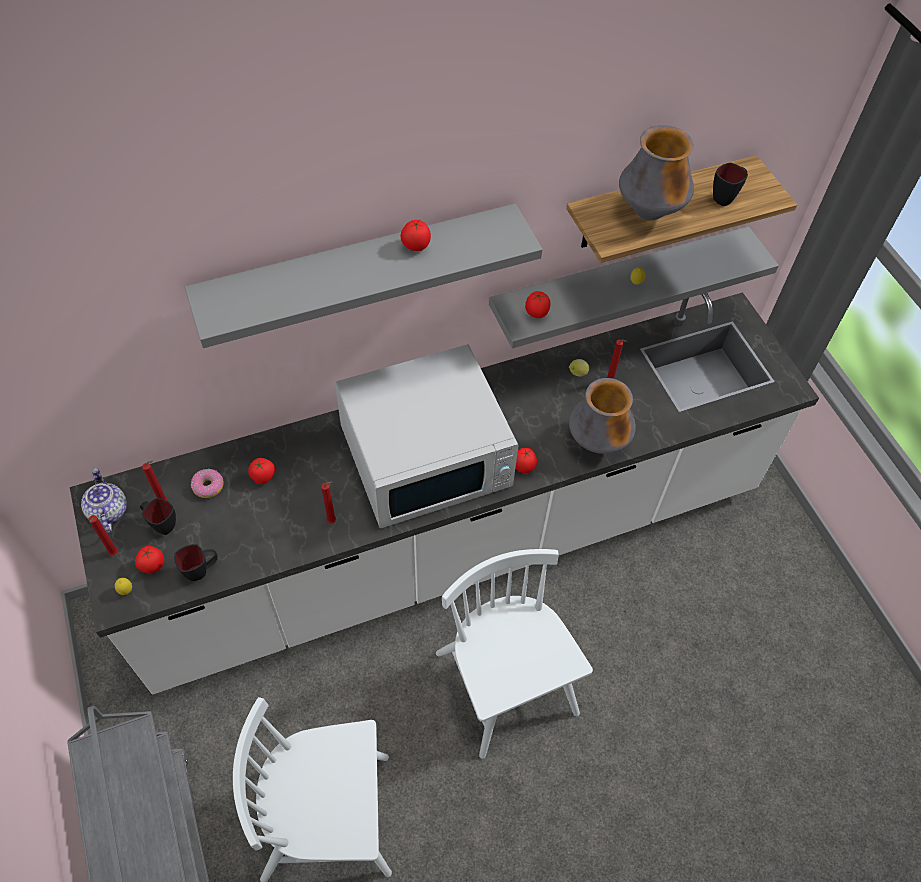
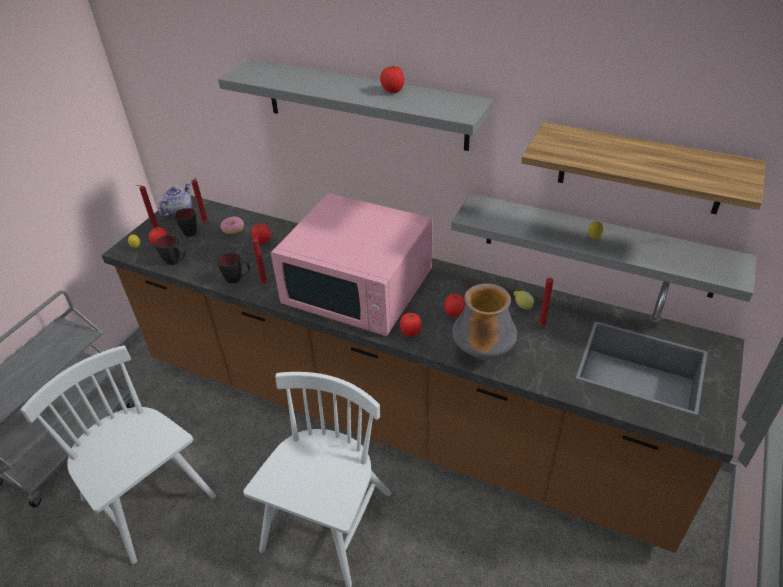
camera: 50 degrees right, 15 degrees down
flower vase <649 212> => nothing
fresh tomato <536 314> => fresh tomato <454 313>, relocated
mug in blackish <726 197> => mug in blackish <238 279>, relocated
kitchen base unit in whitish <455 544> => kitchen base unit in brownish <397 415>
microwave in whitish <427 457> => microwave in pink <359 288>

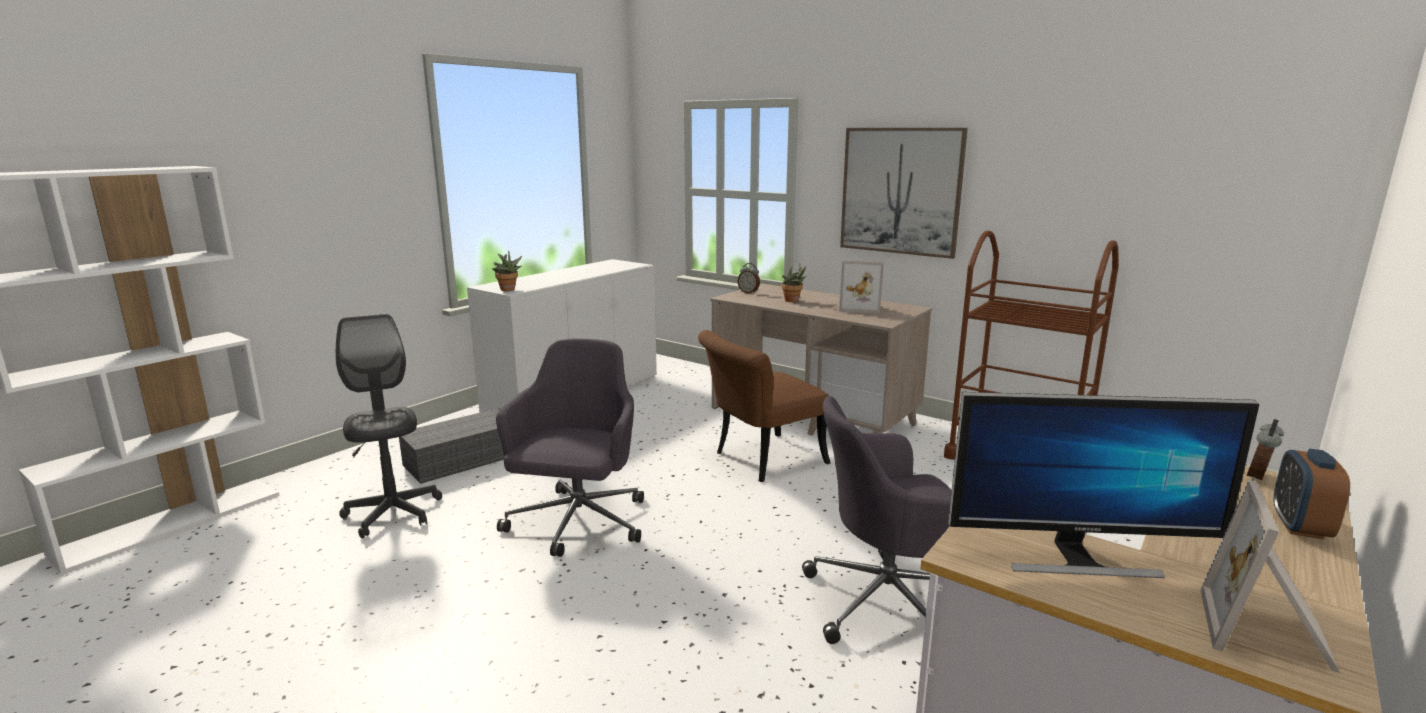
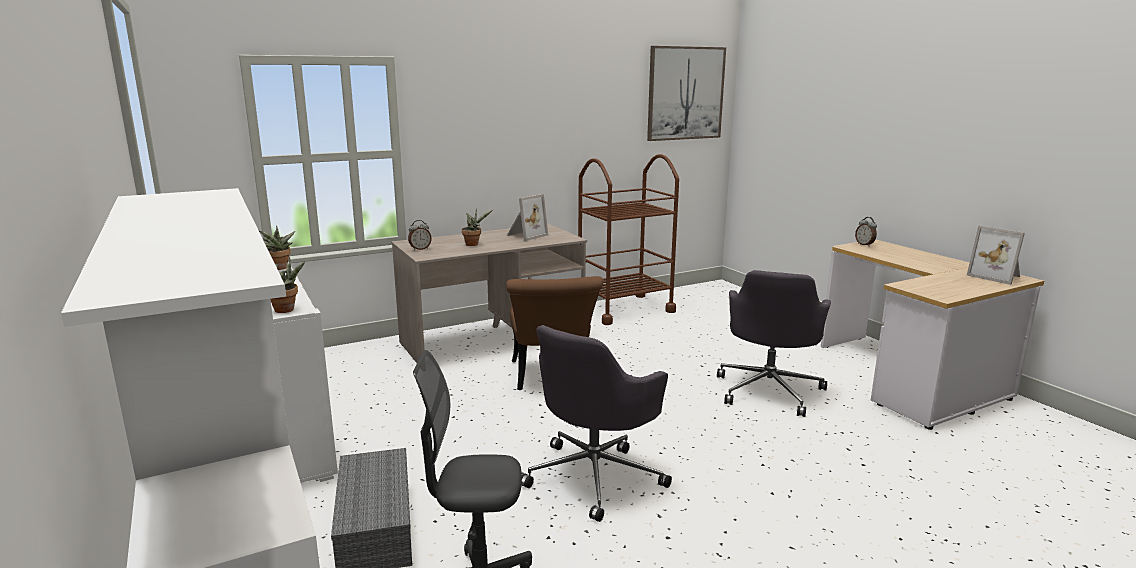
camera: 65 degrees left, 0 degrees up
computer screen <1078 559> => nothing
table clock <1300 526> => nothing
nothing => potted plant <279 268>
picture <900 191> => picture <685 93>, relocated
computer chair in gray <577 524> => computer chair in gray <595 476>, 90 degrees counterclockwise

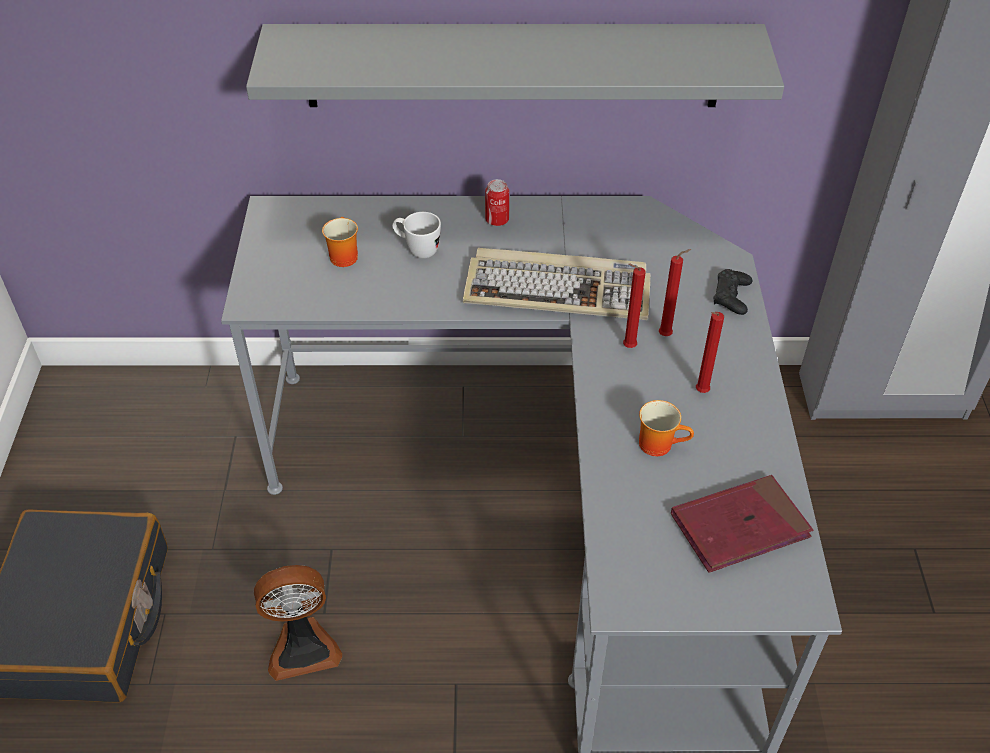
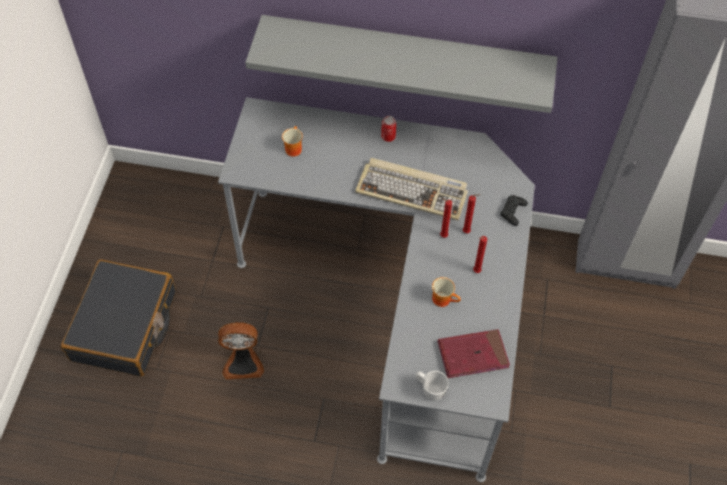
camera: 10 degrees right, 10 degrees up
mug in whitish <417 250> => mug in whitish <429 390>, relocated

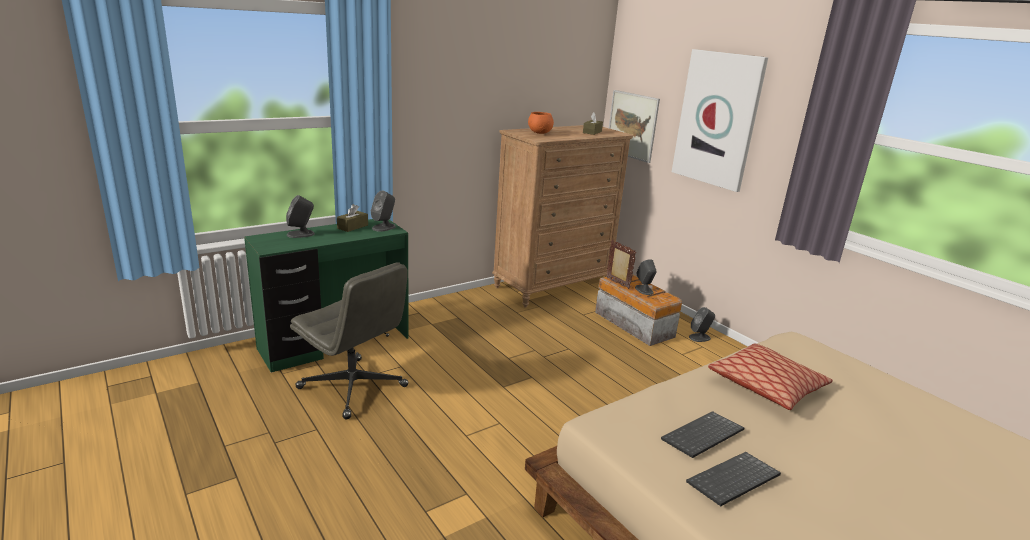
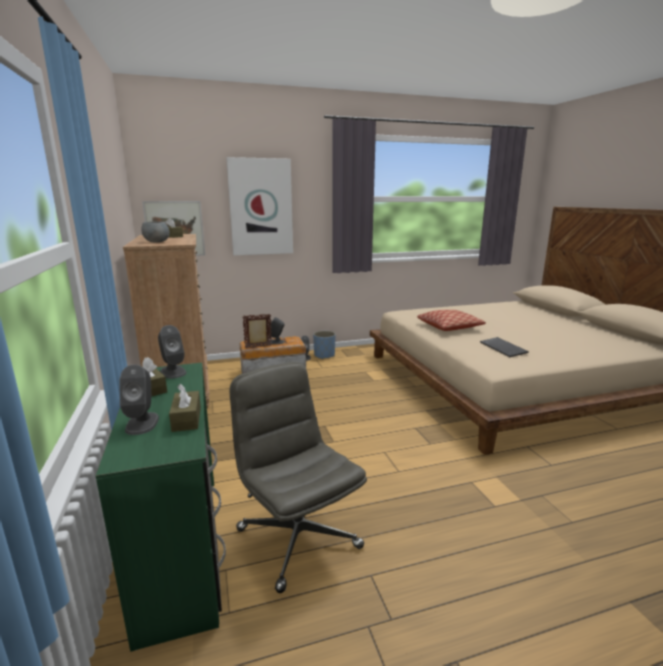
camera: 70 degrees left, 5 degrees down
keyboard <733 481> => nothing
nothing => box of tissues in brownish <186 419>
nothing => plant pot in blue-coloured <324 355>
serving bowl in orangey <540 133> => serving bowl in gray <156 242>
computer chair in gray <354 388> => computer chair in gray <297 537>, 90 degrees counterclockwise

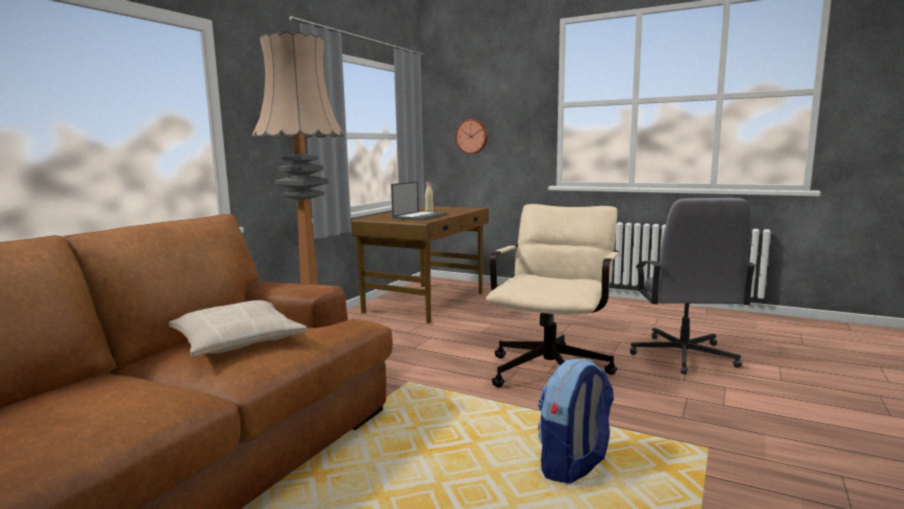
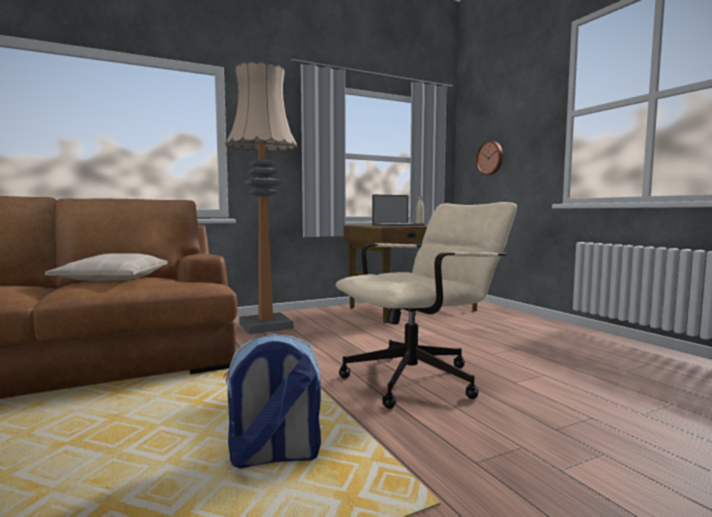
camera: 35 degrees right, 5 degrees down
computer chair in gray <683 356> => nothing

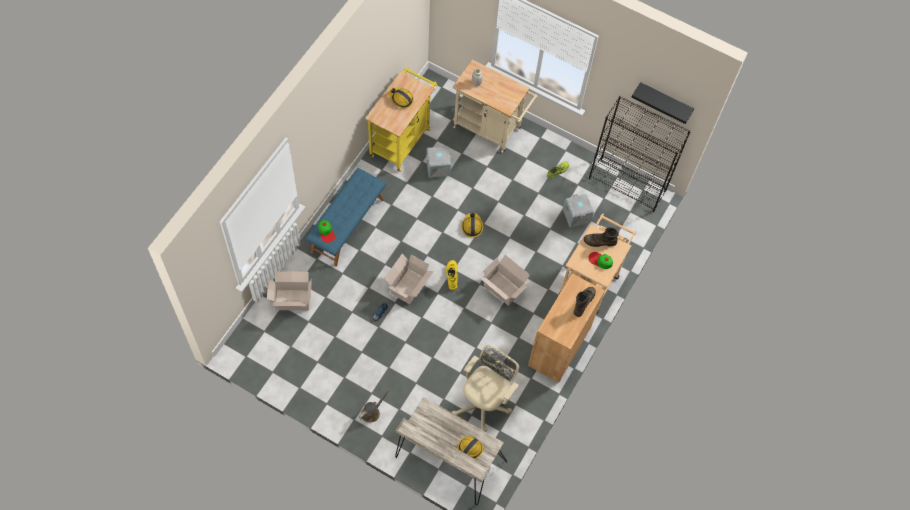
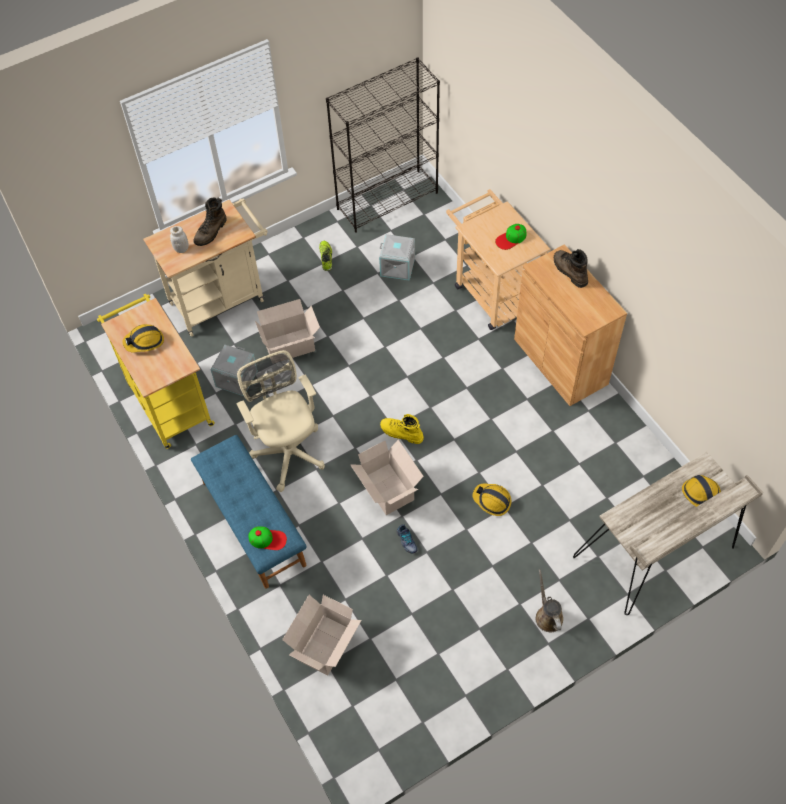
camera: 55 degrees left, 5 degrees down
shelf in blackish <665 101> => nothing
computer chair in beige <484 403> => computer chair in beige <288 450>, relocated
safety helmet <472 226> => safety helmet <492 501>, relocated
cardboard box <503 289> => cardboard box <291 345>, relocated
tall boot in brownish <600 242> => tall boot in brownish <211 232>, relocated

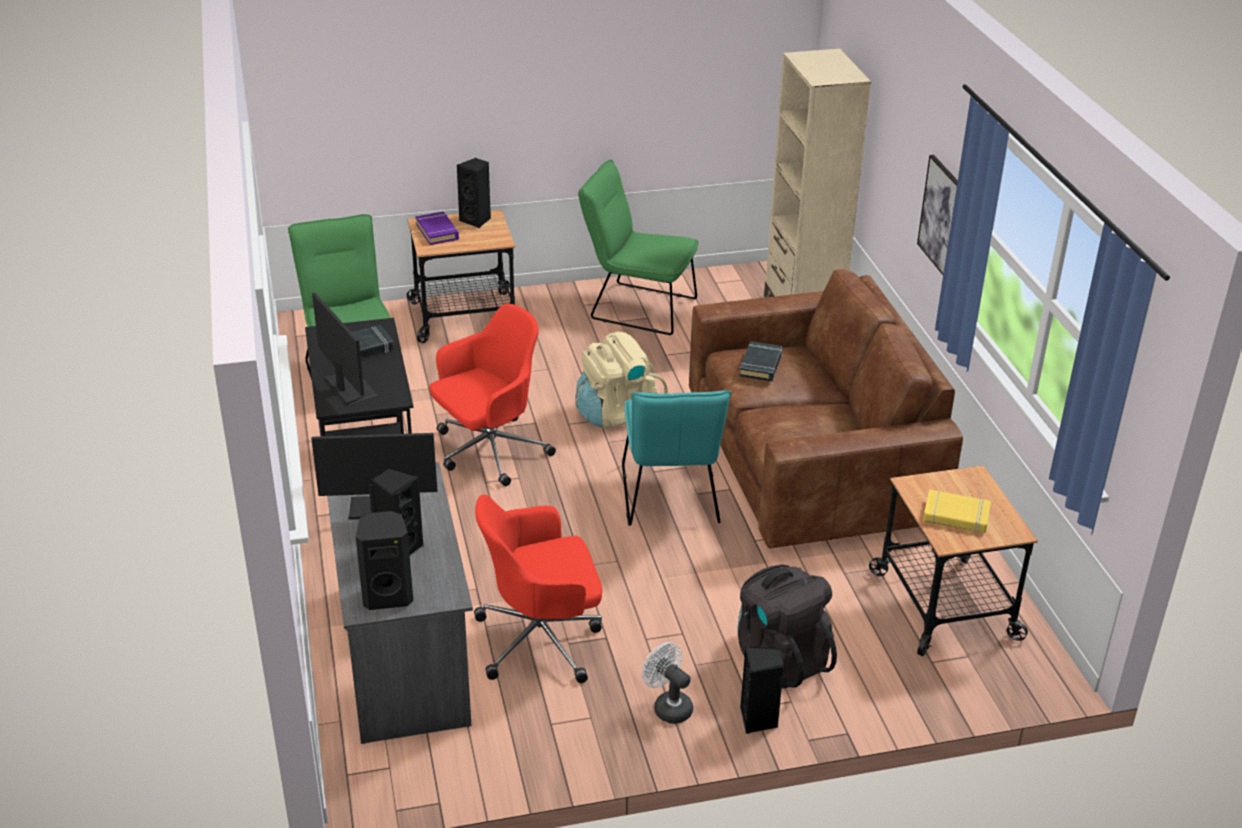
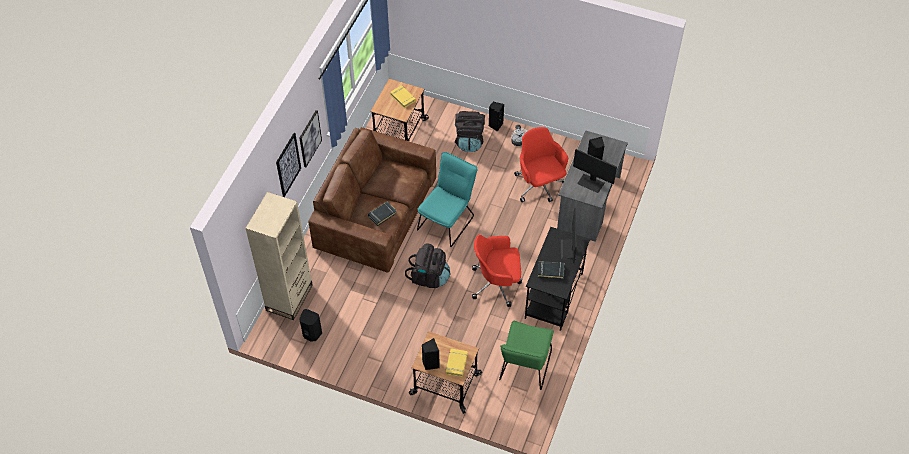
camera: 145 degrees left, 20 degrees up
chair in greenish <636 307> => nothing
nothing => picture <288 165>
speaker in blackish <388 596> => speaker in blackish <311 334>, relocated
bound book in purplish <437 232> => bound book in yellow <456 363>
rucksack in beige <616 413> => rucksack in blackish <429 277>
computer chair in reddish <542 639> => computer chair in reddish <539 185>, 135 degrees counterclockwise

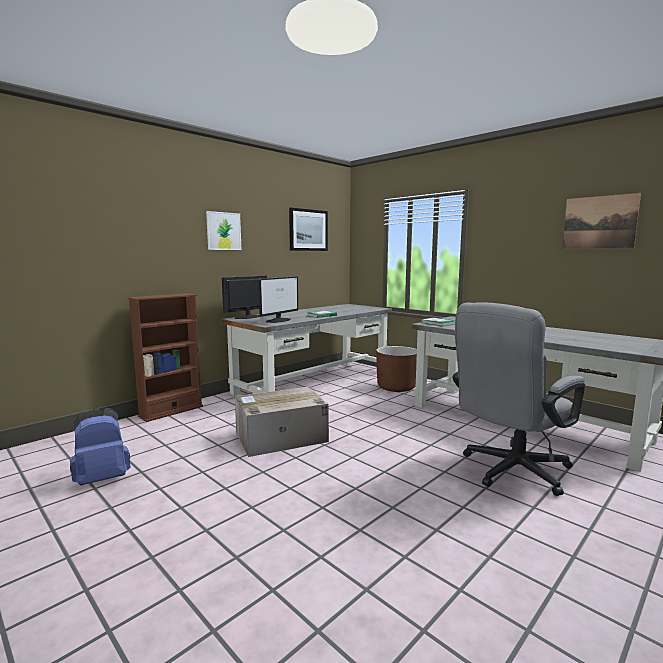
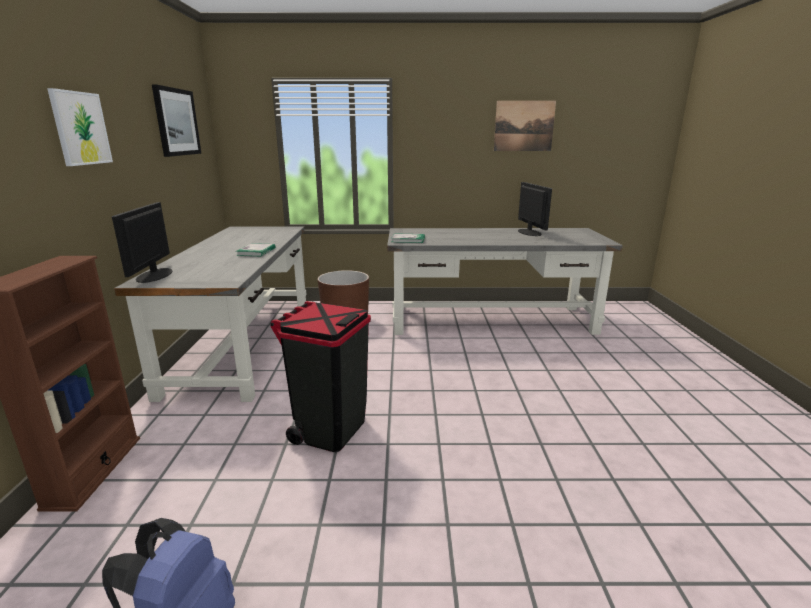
camera: 45 degrees left, 10 degrees up
computer chair in gray <510 472> => nothing
computer screen <279 320> => computer screen <529 232>, relocated
cardboard box <280 437> => waste bin in blackish <330 429>

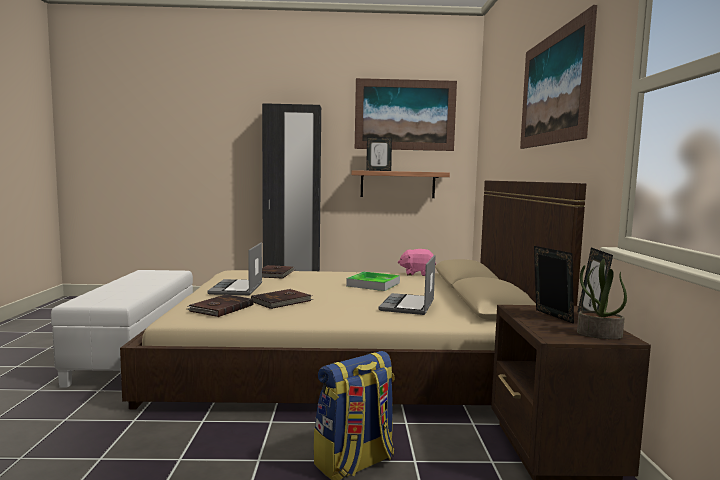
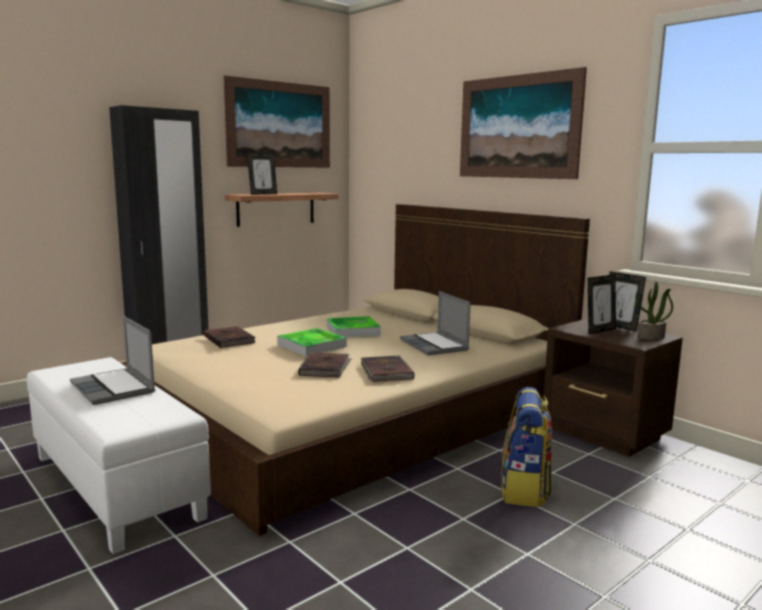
camera: 40 degrees left, 5 degrees up
plush toy in pink <417 273> => nothing
nothing => carrying tray <311 346>
bound book in brownish <221 308> => bound book in brownish <385 372>, relocated
laptop <237 289> => laptop <114 388>, relocated
picture frame <550 317> => picture frame <599 330>, 120 degrees clockwise

